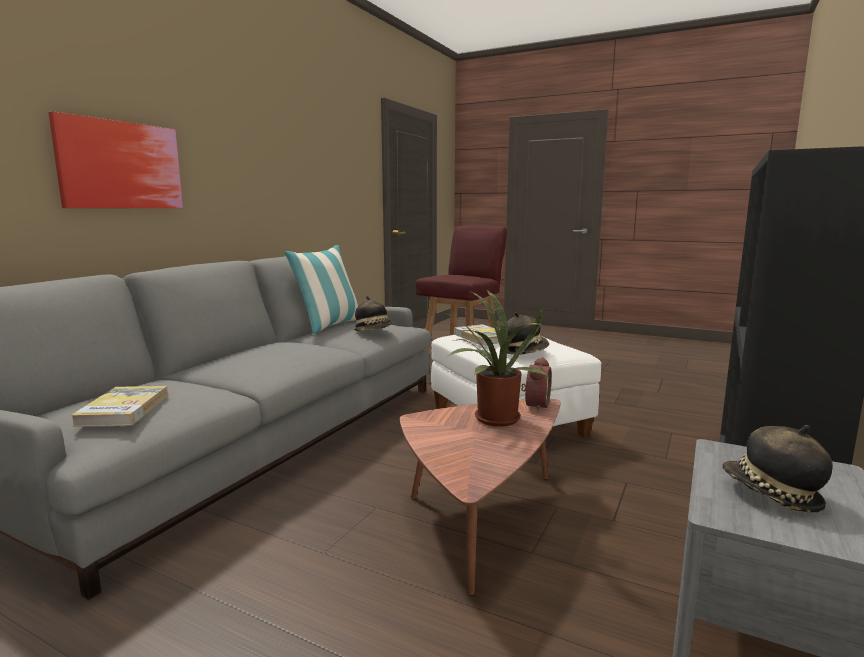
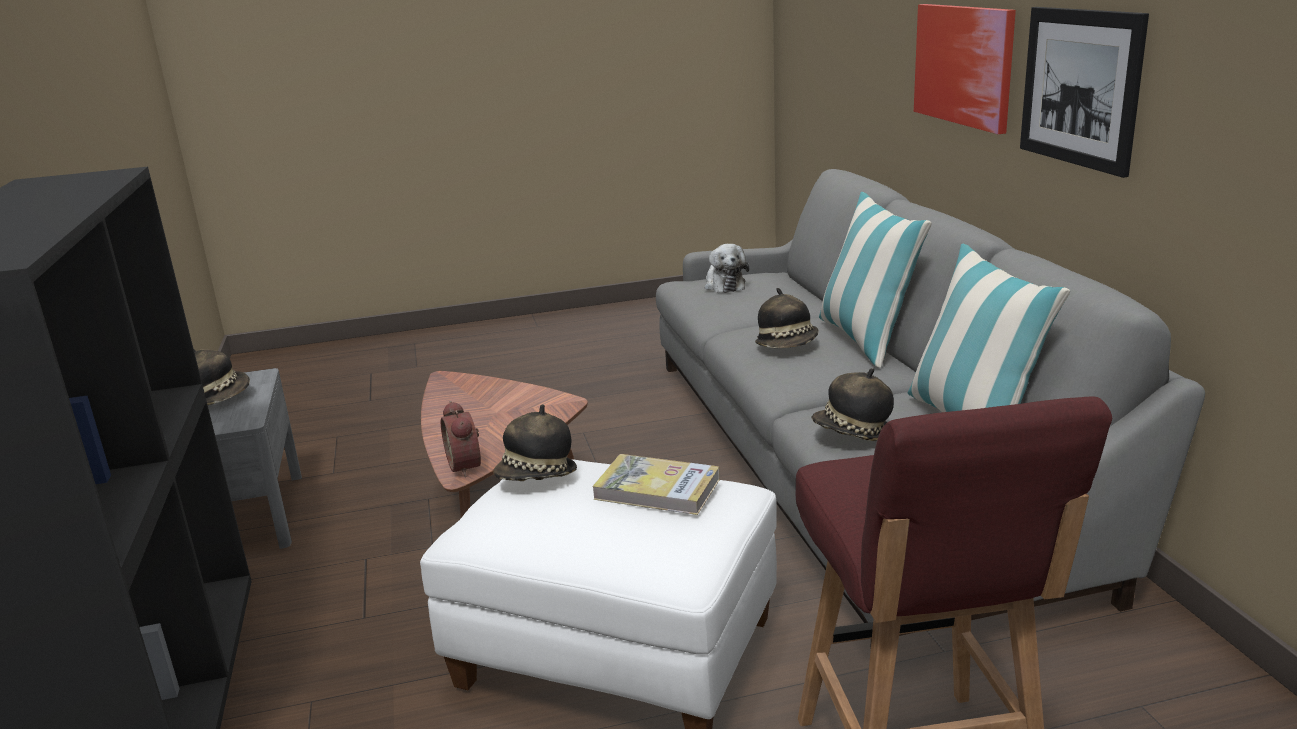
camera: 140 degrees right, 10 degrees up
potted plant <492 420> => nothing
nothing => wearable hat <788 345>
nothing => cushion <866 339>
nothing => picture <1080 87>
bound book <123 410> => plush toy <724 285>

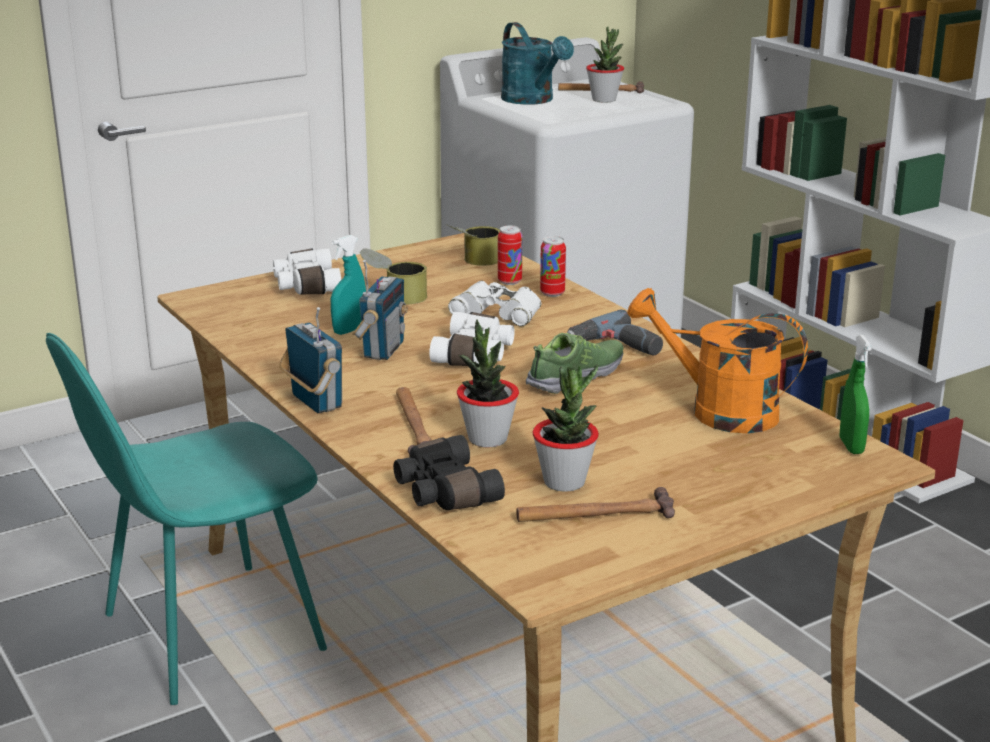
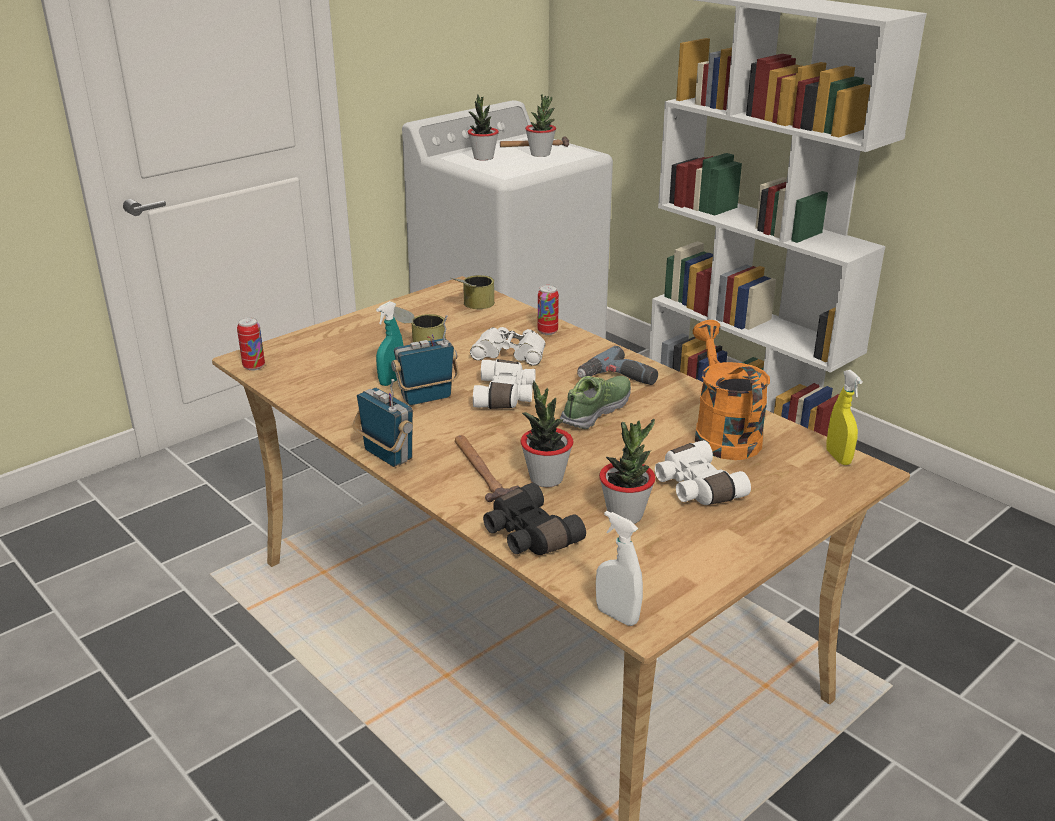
camera: 10 degrees left, 5 degrees up
chair in turquoise <207 634> => nothing
hand hammer <595 514> => nothing
nothing => spray bottle in whitish <617 616>
field glasses in whitish <305 285> => field glasses in whitish <695 488>, relocated
metal can <509 281> => metal can <254 366>, relocated
watering pot in turquoise <533 100> => potted plant <483 158>
spray bottle in greenish <851 446> => spray bottle in yellow <838 457>
radio receiver <382 350> => radio receiver <426 398>, 120 degrees counterclockwise
watering pot in orangey <718 411> => watering pot in orangey <722 433>, 60 degrees clockwise

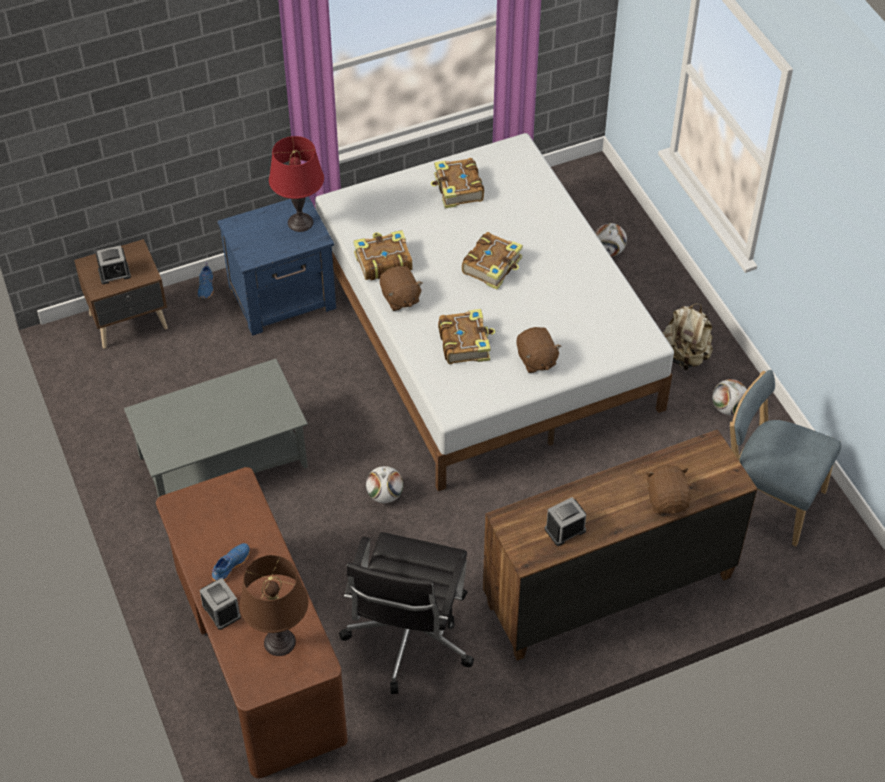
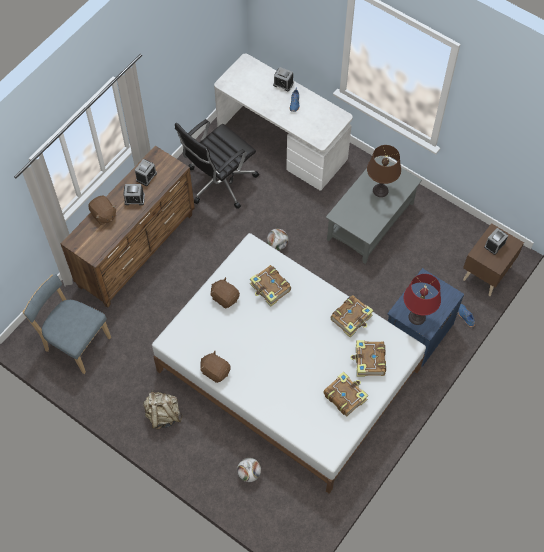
camera: 150 degrees right, 10 degrees up
football <728 408> => nothing
nothing => table clock <134 199>
lamp for a table in brownish <279 642> => lamp for a table in brownish <380 190>, relocated
plush toy in brownish <400 298> => plush toy in brownish <215 371>, relocated
bound book <493 266> => bound book <369 361>, relocated
desk table in brownish <257 655> => desk table in whitish <282 143>
computer chair in blackish <409 638> => computer chair in blackish <219 182>, 120 degrees counterclockwise
chair in blue-coloured <769 499> => chair in blue-coloured <75 342>, 150 degrees counterclockwise

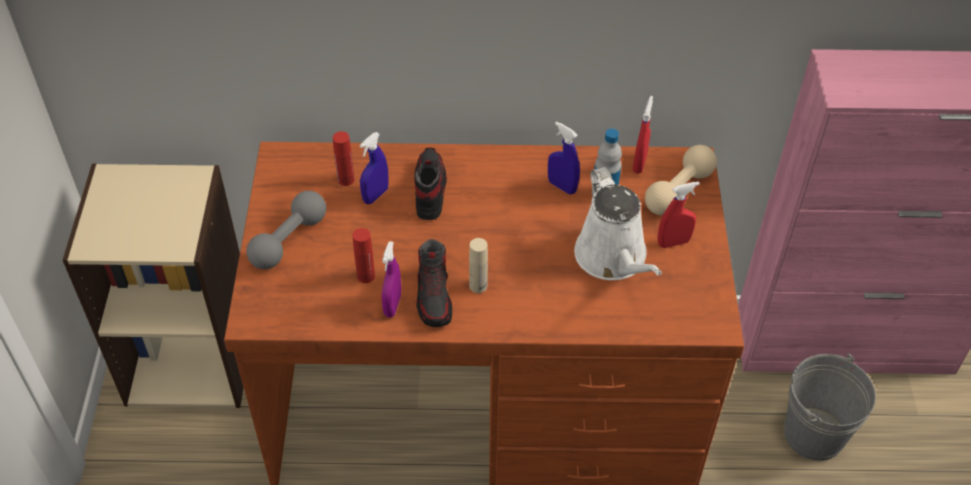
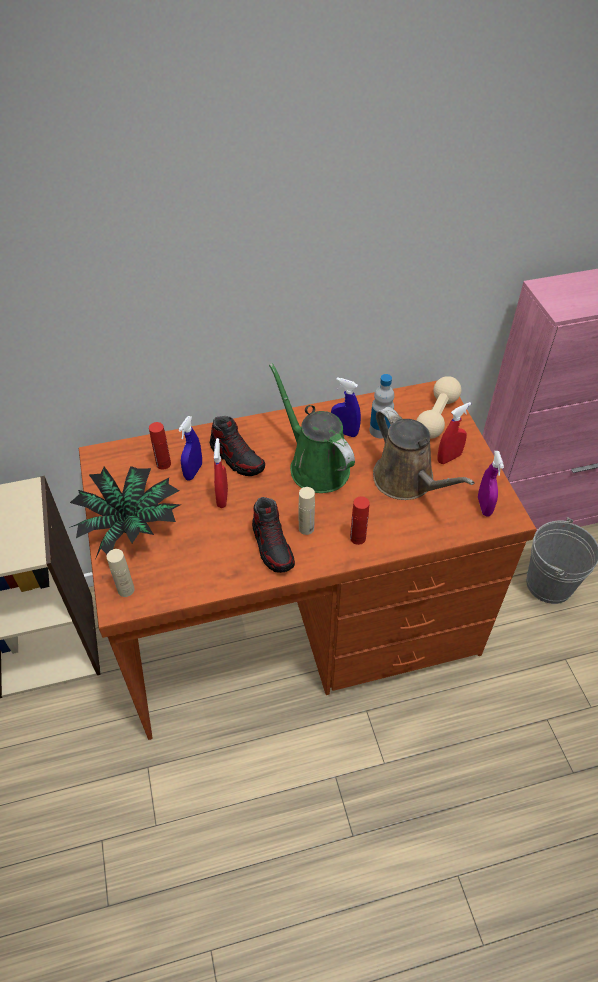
camera: 15 degrees left, 0 degrees up
nothing => bottle in beige <126 590>
nothing => watering pot in greenish <315 465>
bottle in reddish <366 276> => bottle in reddish <357 538>, relocated
spray bottle in purplish <392 305> => spray bottle in purplish <484 506>, relocated
spray bottle in reddish <639 163> => spray bottle in reddish <222 498>, relocated
free weight in gray <289 240> => potted plant <130 526>
watering pot in whitish <613 258> => watering pot in brownish <407 481>
low shoe <429 190> => low shoe <237 458>, 150 degrees clockwise

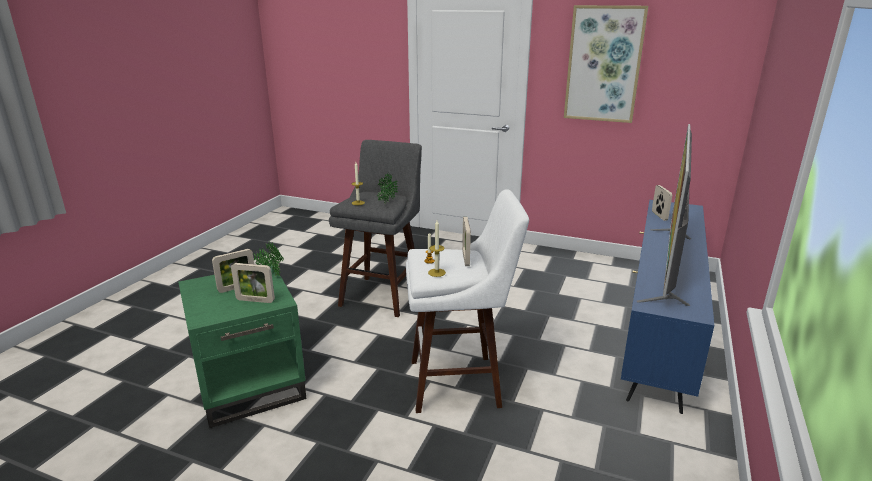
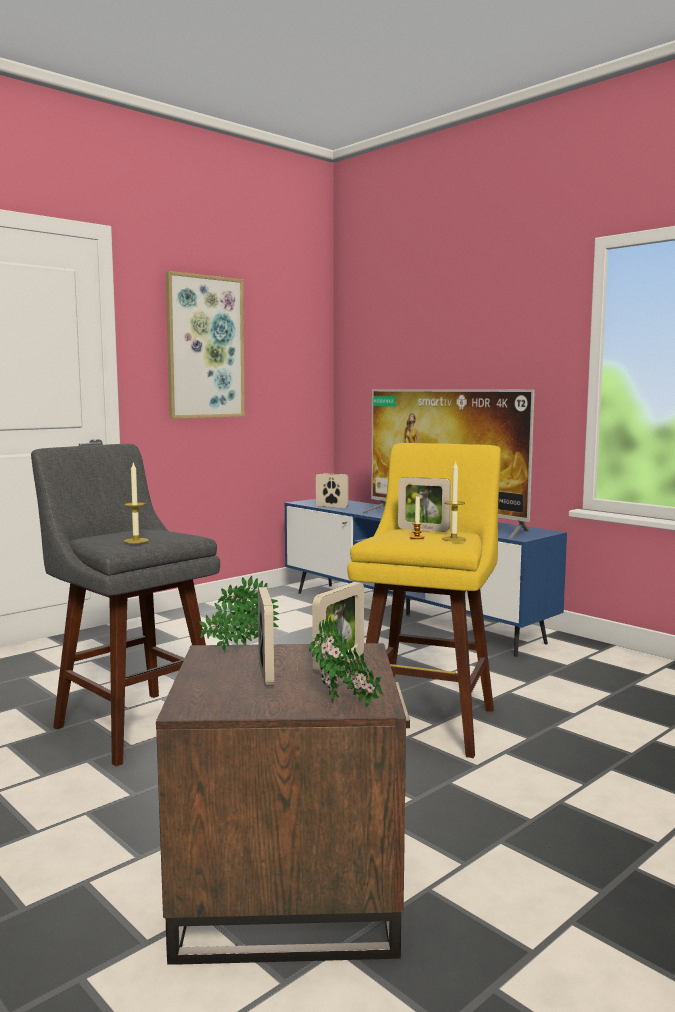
camera: 65 degrees left, 15 degrees down
potted plant <386 203> => potted plant <344 705>, relocated
accent table in greenish <251 384> => accent table in brownish <287 891>
stool in whitish <460 382> => stool in yellow <427 719>

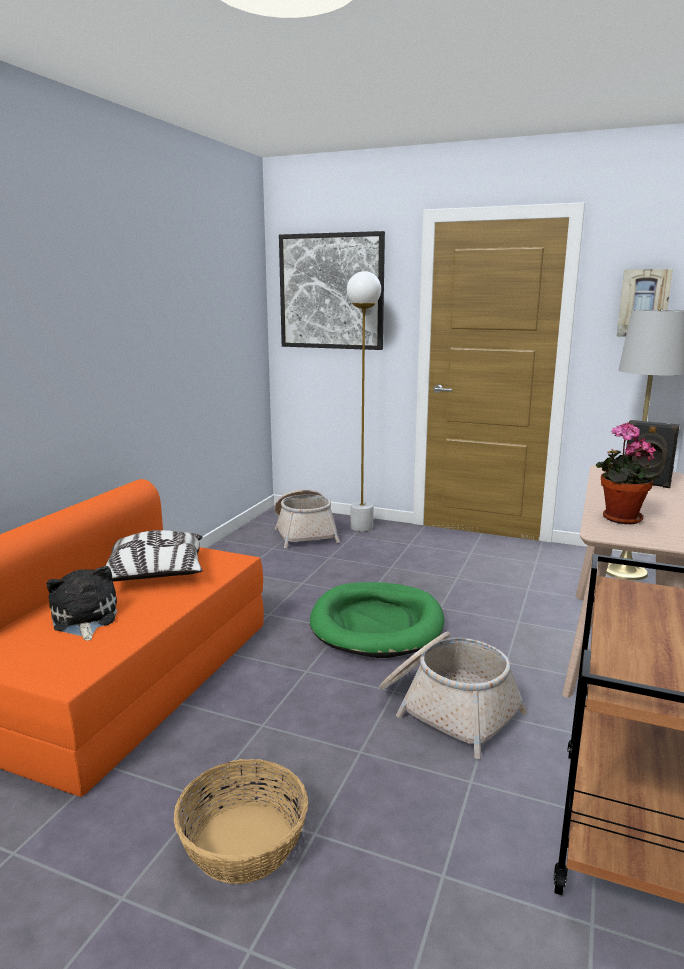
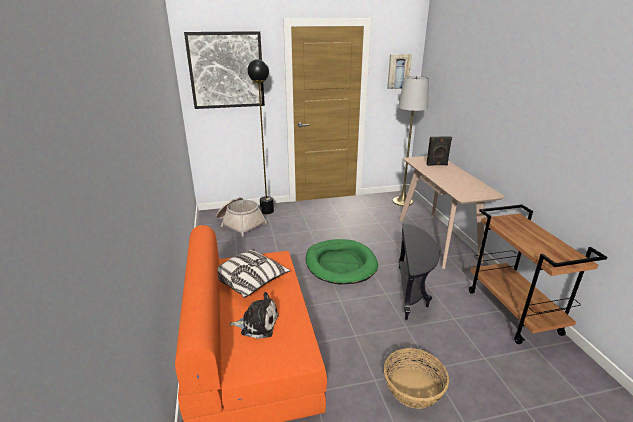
camera: 35 degrees left, 10 degrees up
potted plant <618 518> => nothing
basket <447 707> => accent table in blackish <412 292>
standard lamp in whitish <362 527> => standard lamp in blackish <267 211>
plush toy <84 619> => plush toy <257 324>, 150 degrees clockwise

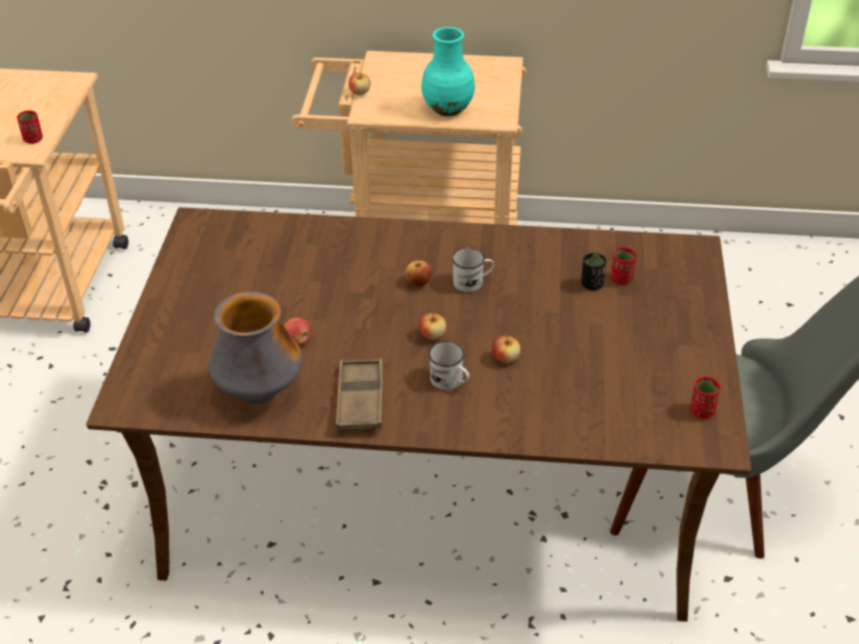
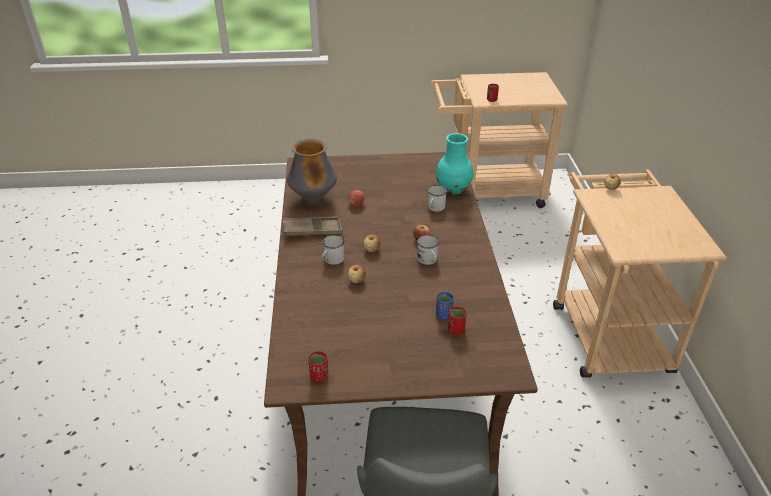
camera: 80 degrees right, 5 degrees down
nothing => mug in whitish <435 208>
flower vase in turquoise <447 109> => flower vase in turquoise <453 189>, relocated
cup in blackish <592 285> => cup in blue-coloured <444 315>

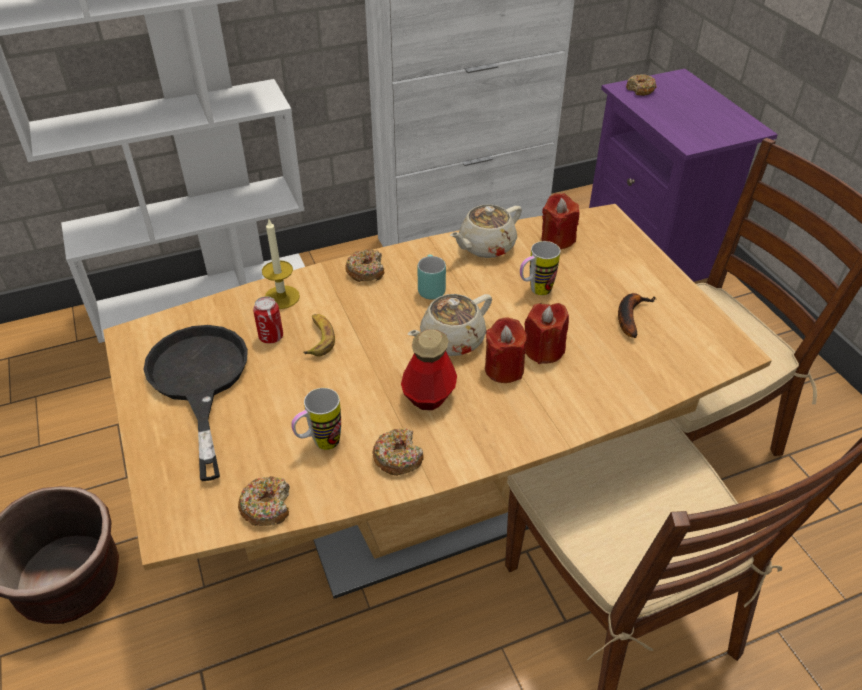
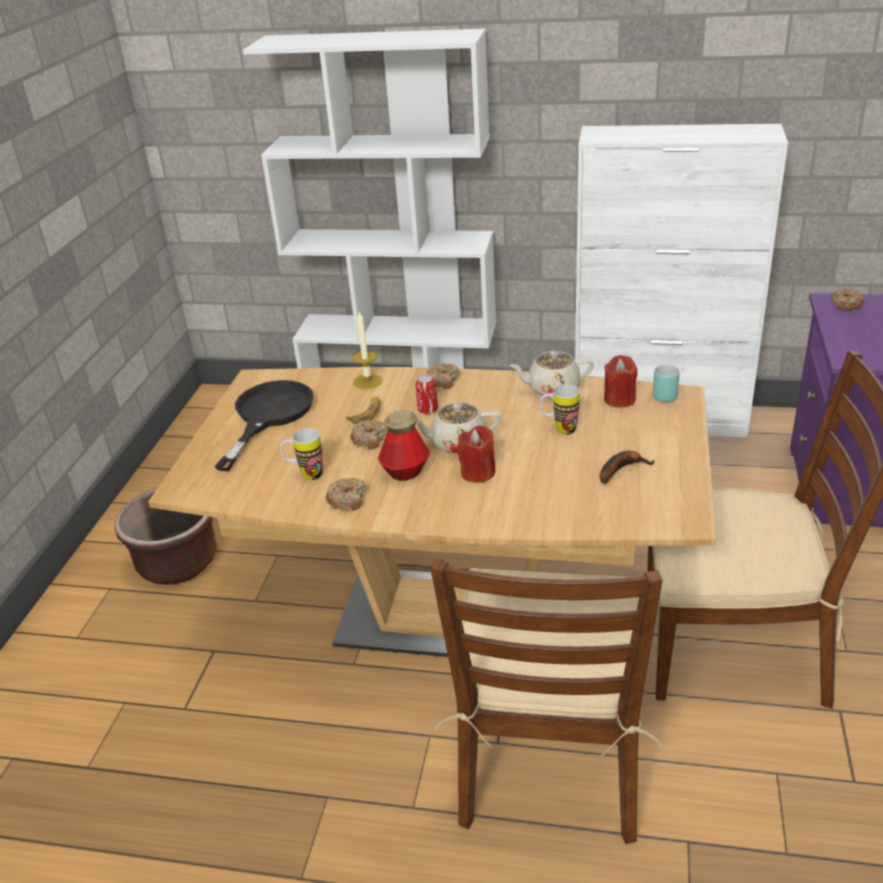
camera: 35 degrees right, 10 degrees down
wax candle in reddish <544 350> => nothing
doughnut <267 506> => doughnut <370 439>, relocated
metal can <271 337> => metal can <428 410>, relocated
mug in turquoise <429 288> => mug in turquoise <665 394>, relocated

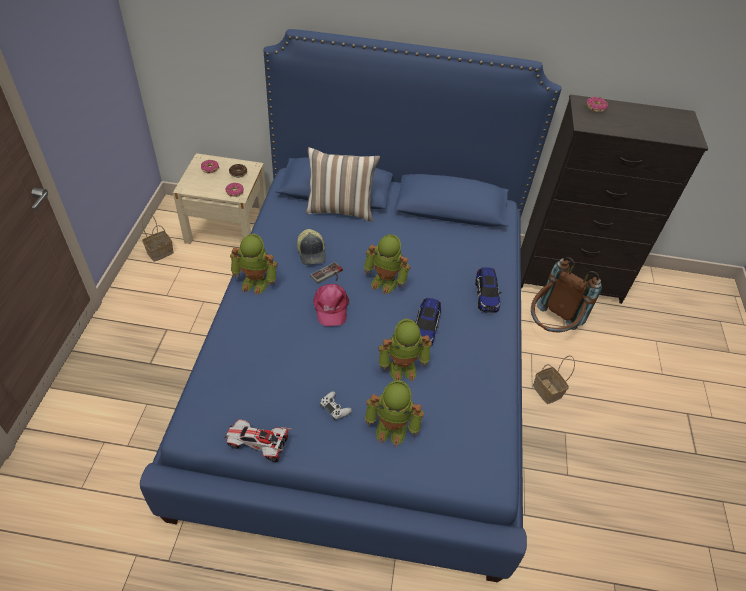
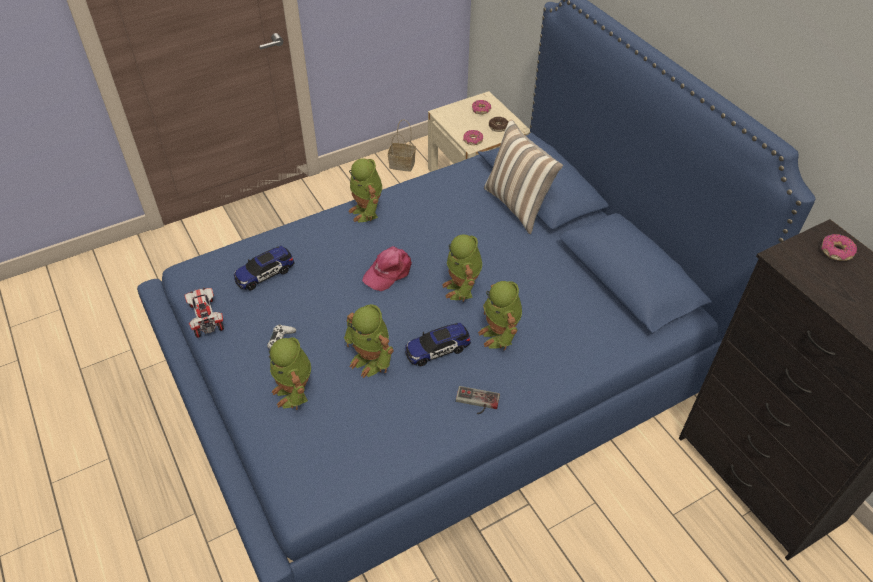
camera: 55 degrees right, 0 degrees up
baseball cap <312 252> => nothing
rucksack in brownish <550 328> => nothing
basket <548 391> => nothing
nothing => toy robot <499 335>
game controller <328 275> => game controller <476 402>, relocated
toy car <486 295> => toy car <265 274>, relocated

